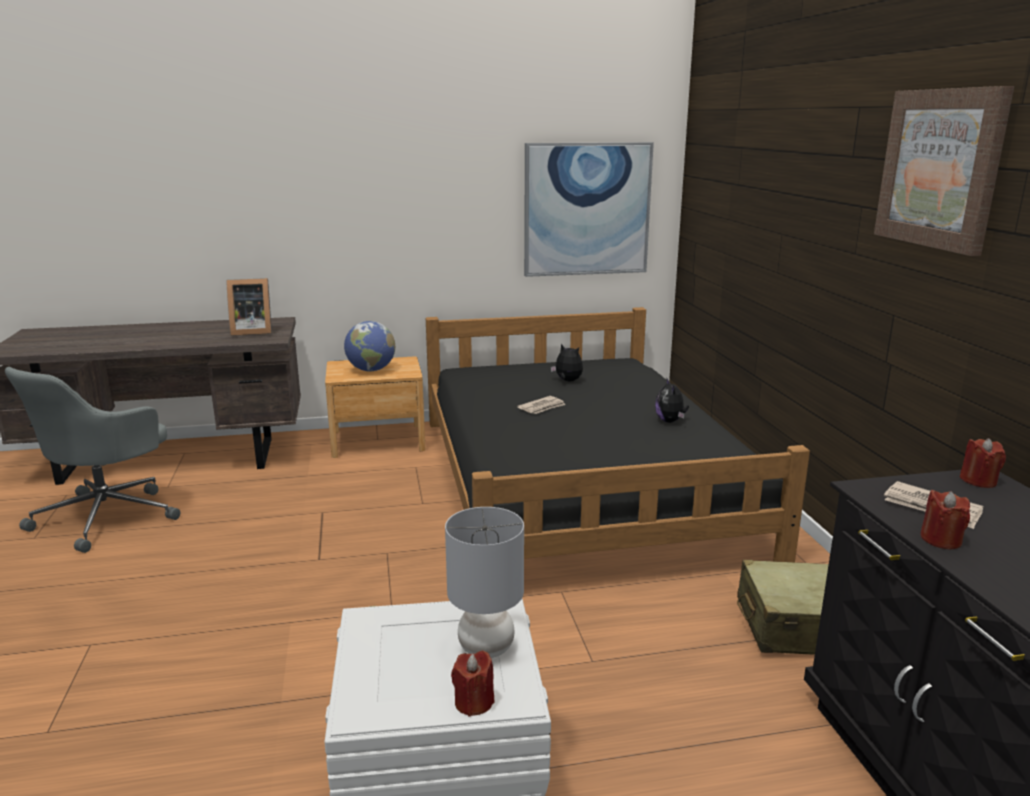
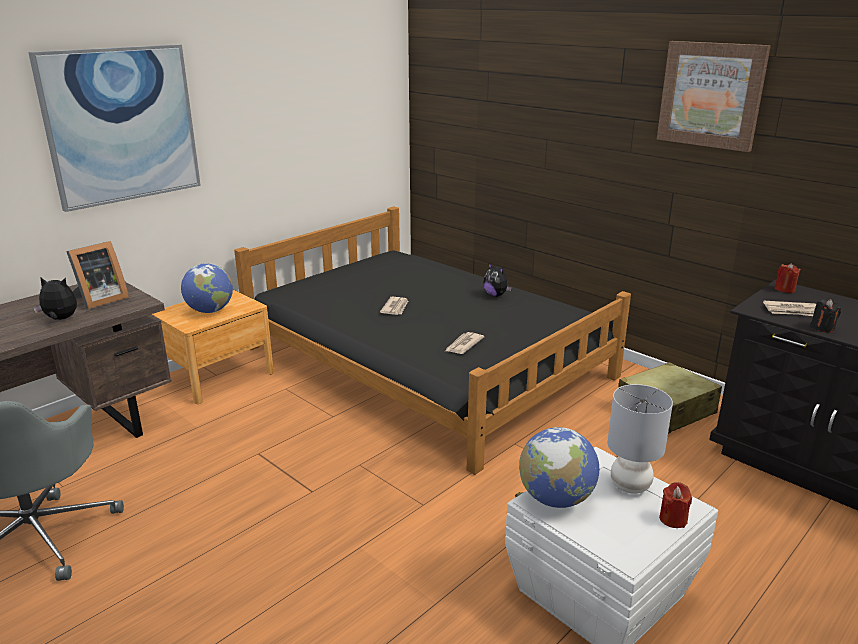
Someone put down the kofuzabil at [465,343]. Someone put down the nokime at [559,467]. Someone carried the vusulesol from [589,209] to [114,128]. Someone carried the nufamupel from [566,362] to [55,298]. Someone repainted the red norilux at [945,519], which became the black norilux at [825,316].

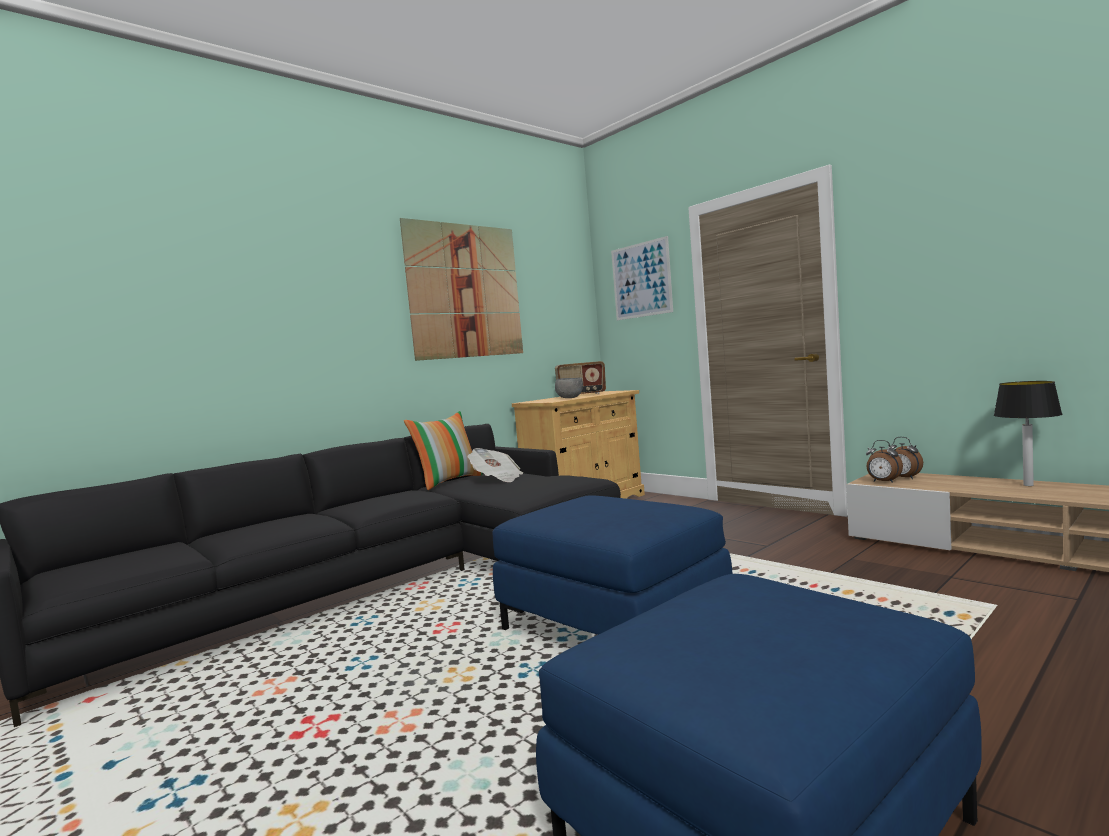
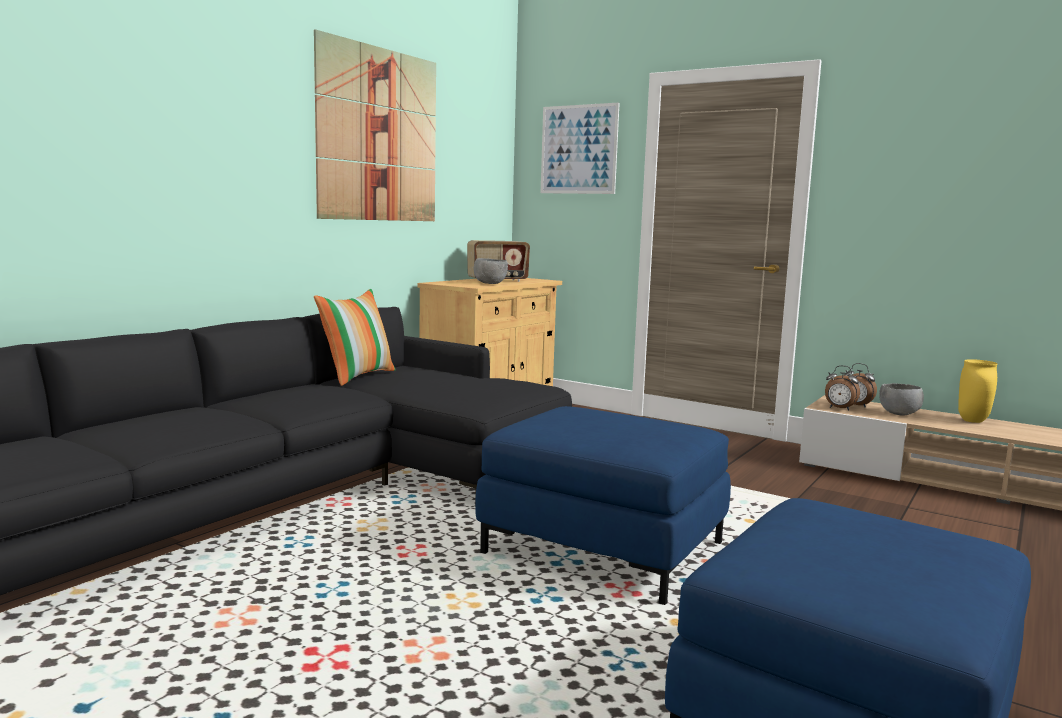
Someone took away the kofuzabil at [495,465]. Someone put down the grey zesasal at [901,399]. Someone swapped the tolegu at [1028,433] for the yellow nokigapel at [977,391].

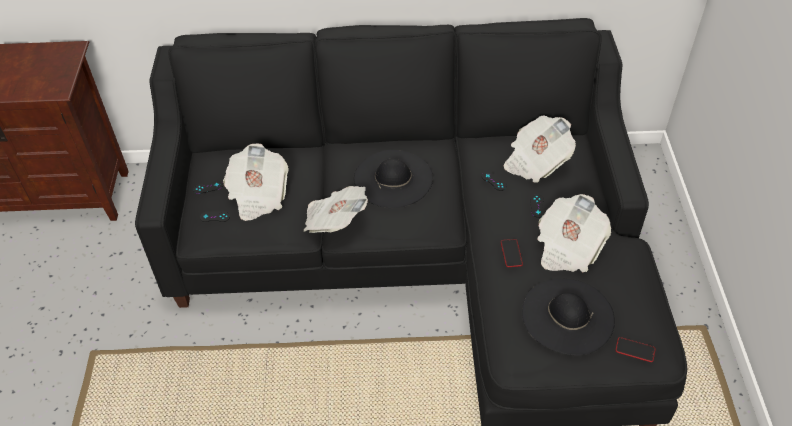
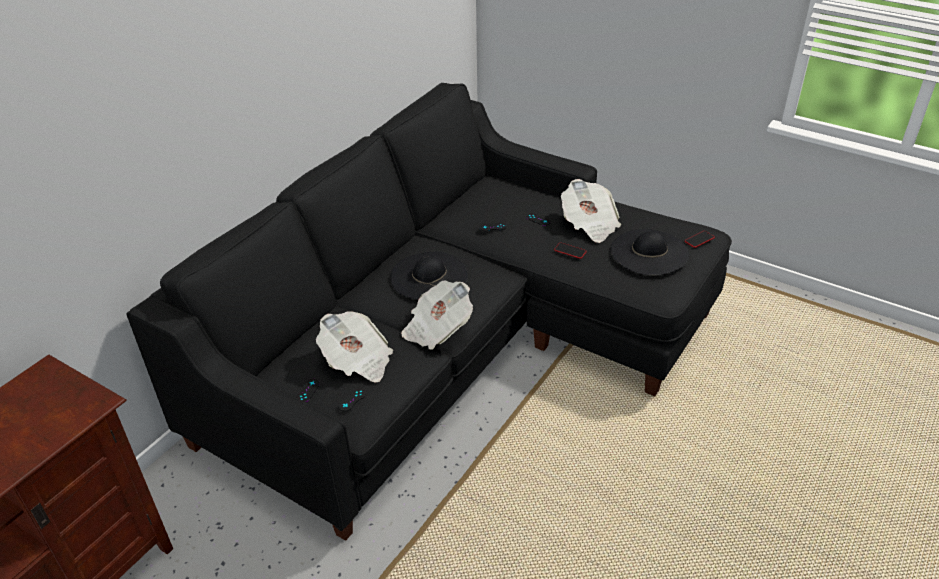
Someone took away the kofuzabil at [540,149].

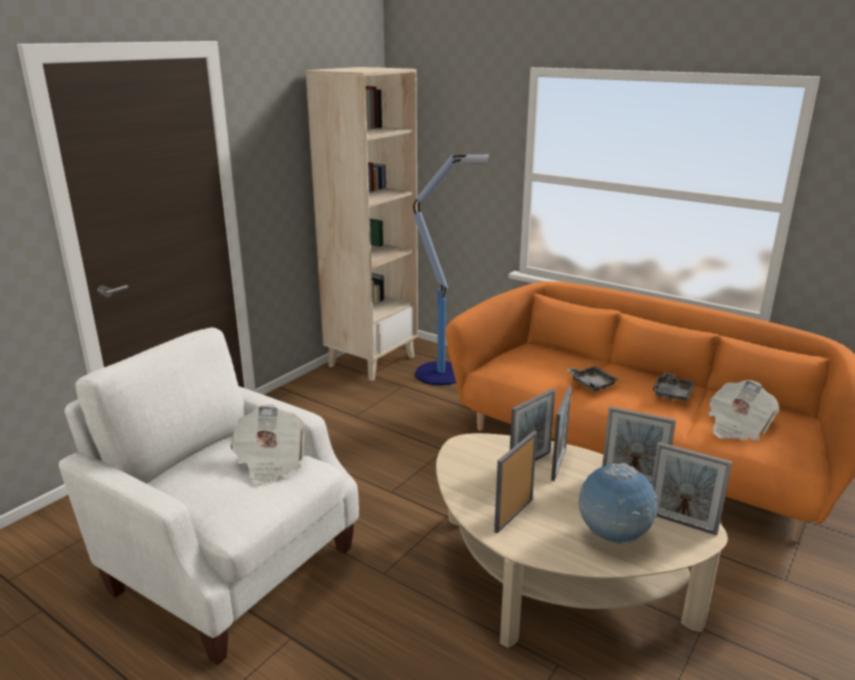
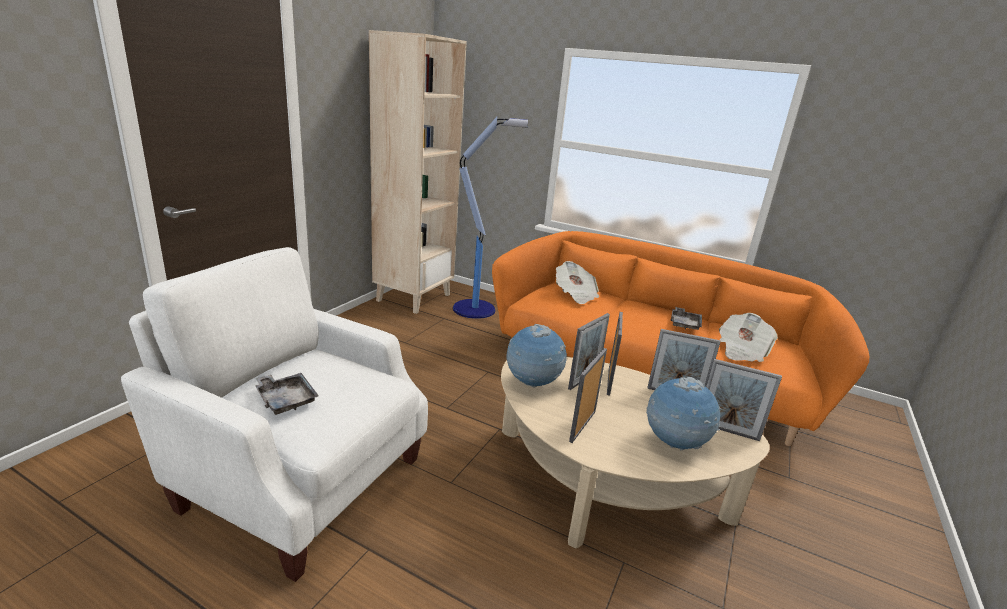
Someone put down the nokime at [537,356]. Someone carried the kofuzabil from [267,444] to [577,282]. Someone carried the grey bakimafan from [592,379] to [287,394].

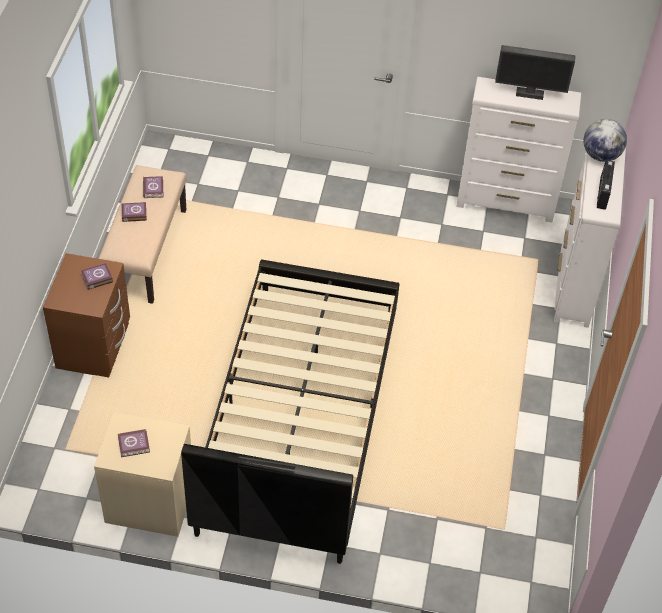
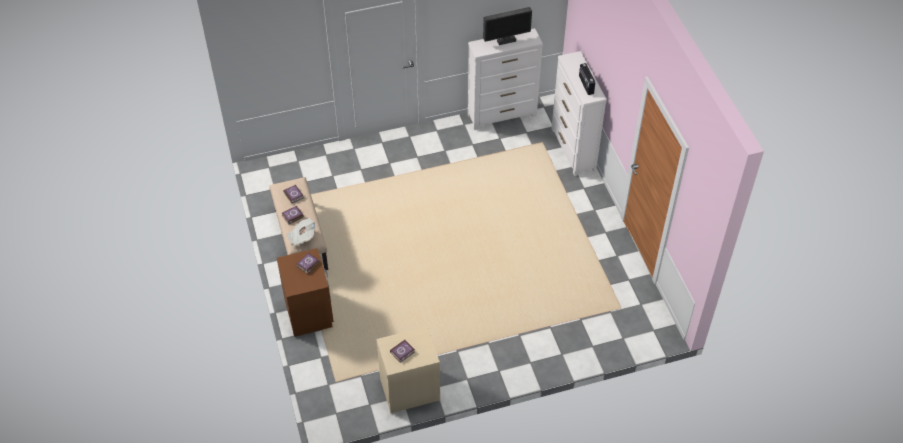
Someone took away the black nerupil at [290,411]. Someone took away the nokime at [605,140]. Someone put down the kofuzabil at [301,232].

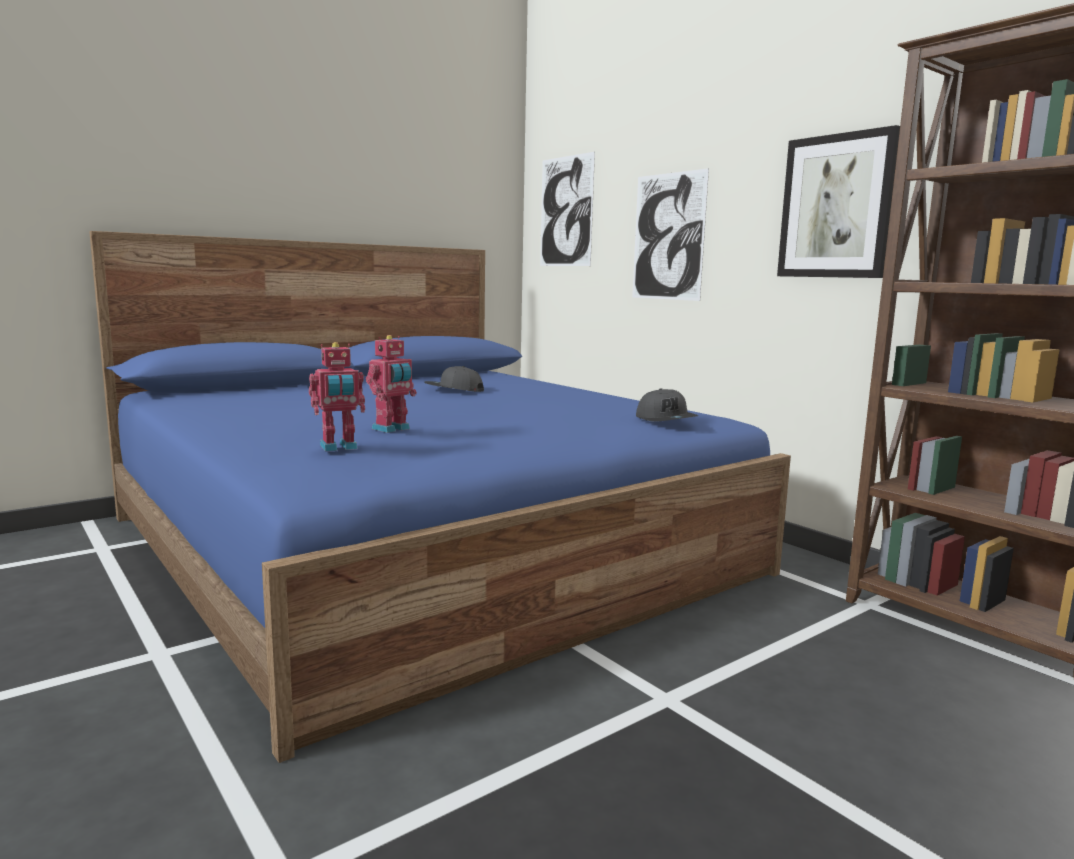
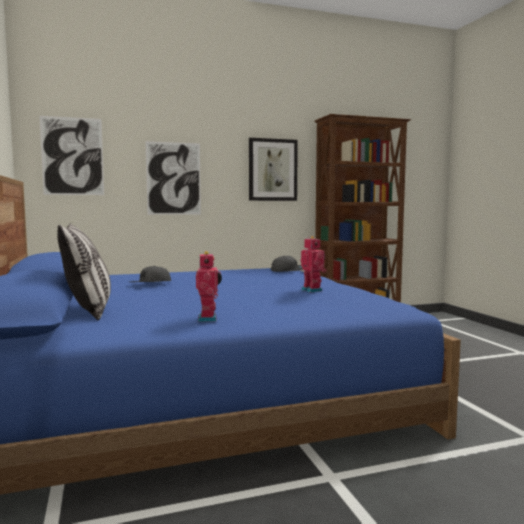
Someone put down the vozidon at [84,271]. Someone carried the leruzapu from [337,397] to [209,286].

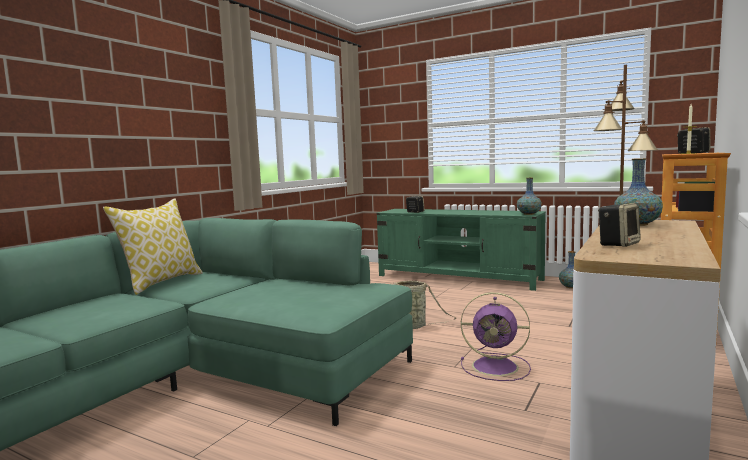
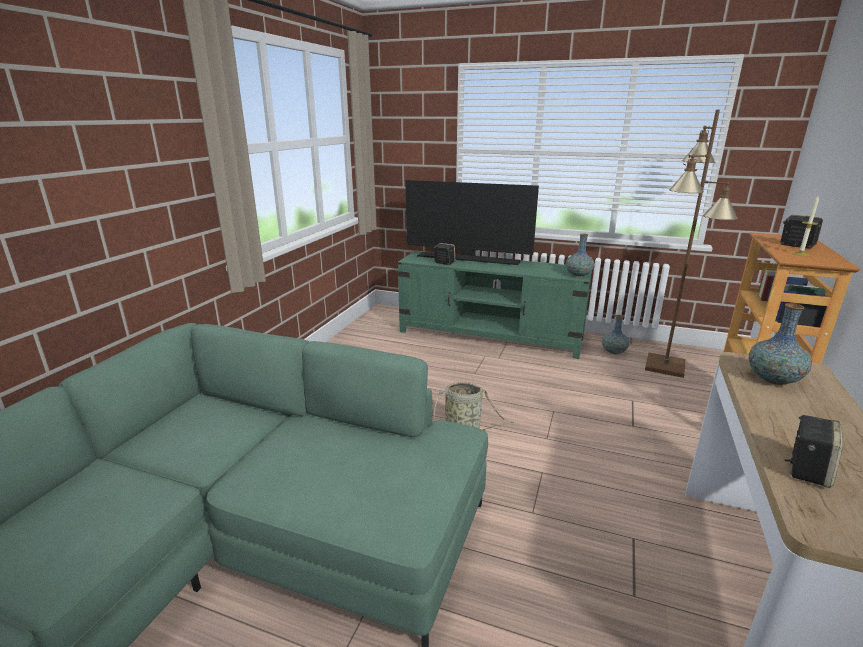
Someone took away the vozidon at [153,246]. Someone took away the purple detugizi at [496,336]. Someone put down the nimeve at [472,222].

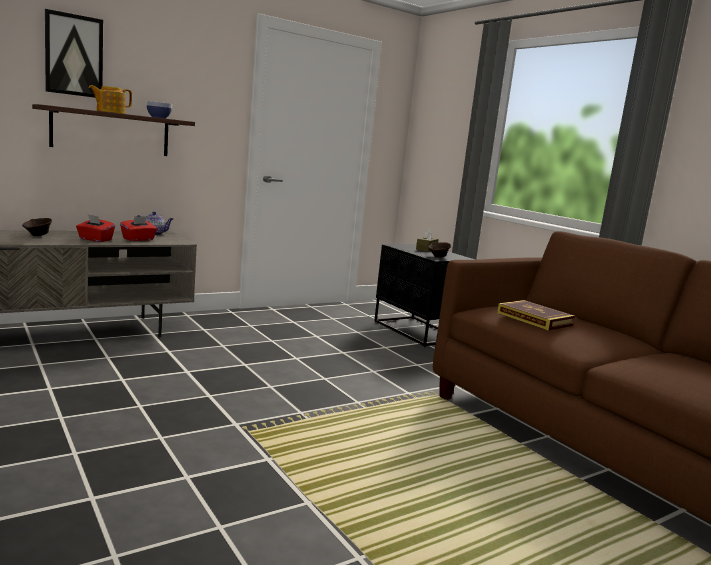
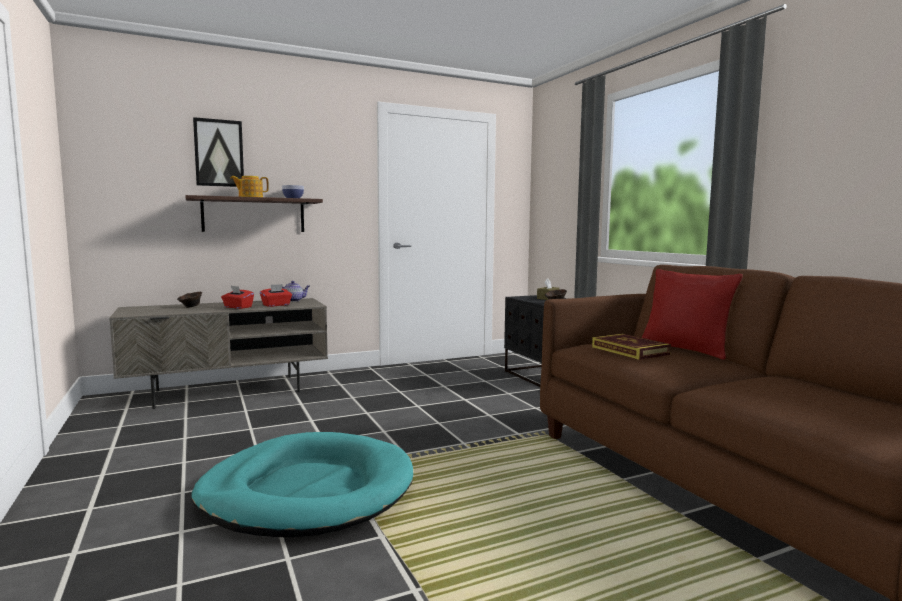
Someone put down the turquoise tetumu at [302,485]. Someone put down the red vozidon at [692,314].

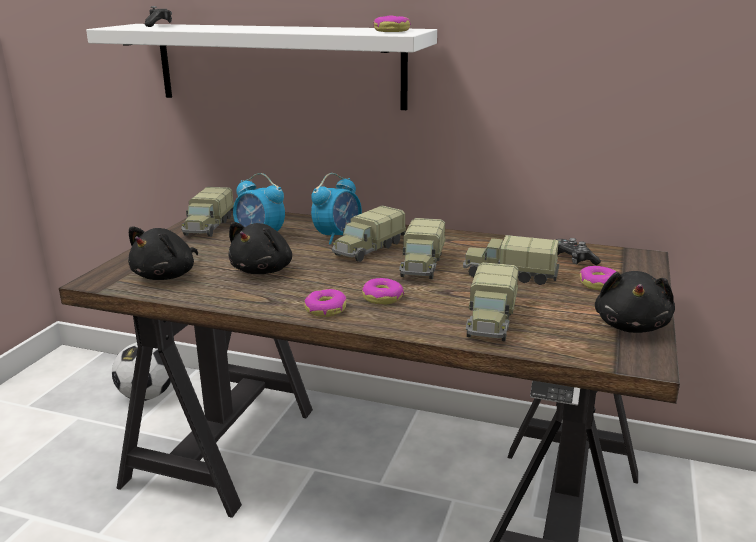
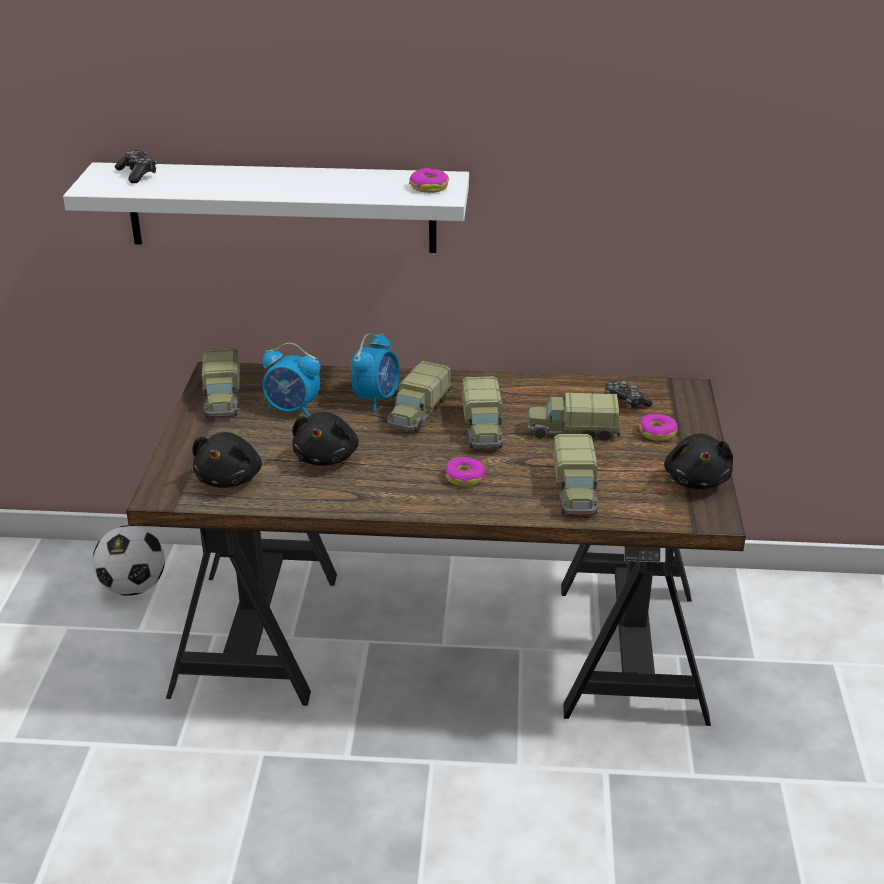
Someone took away the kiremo at [325,303].

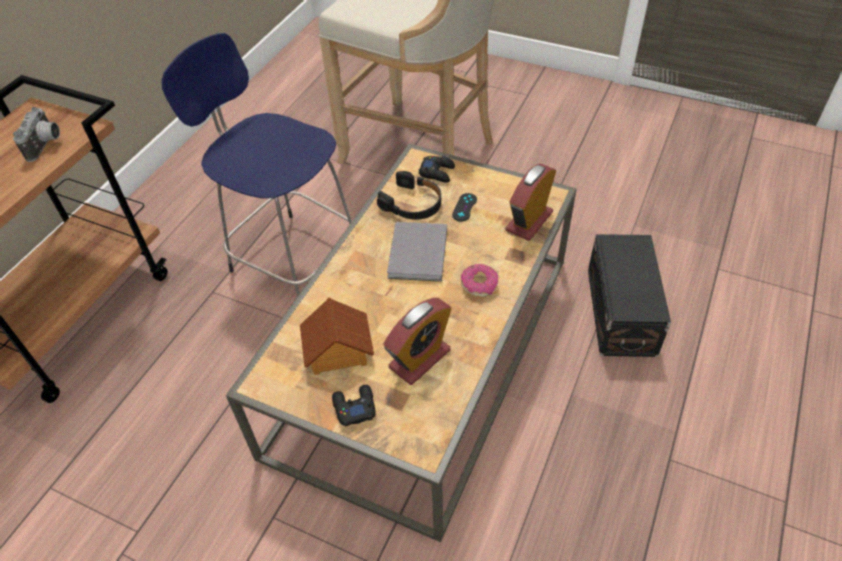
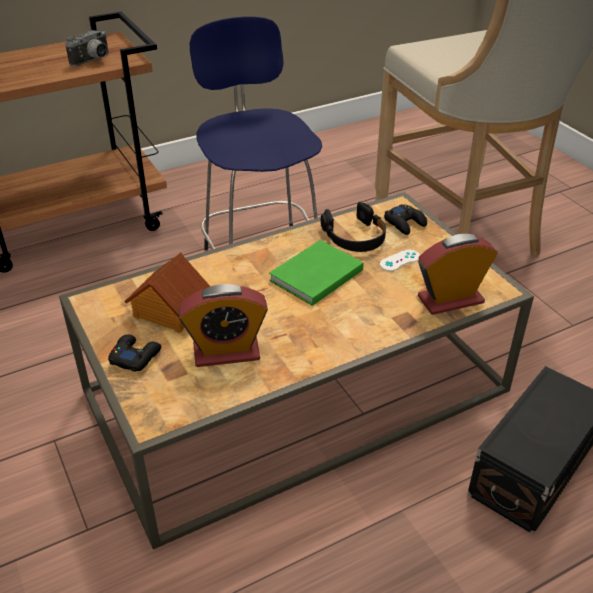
Someone took away the kiremo at [479,280]. Someone repainted the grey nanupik at [417,252], which became the green nanupik at [316,273]. Someone repainted the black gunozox at [464,207], which became the white gunozox at [400,260].

